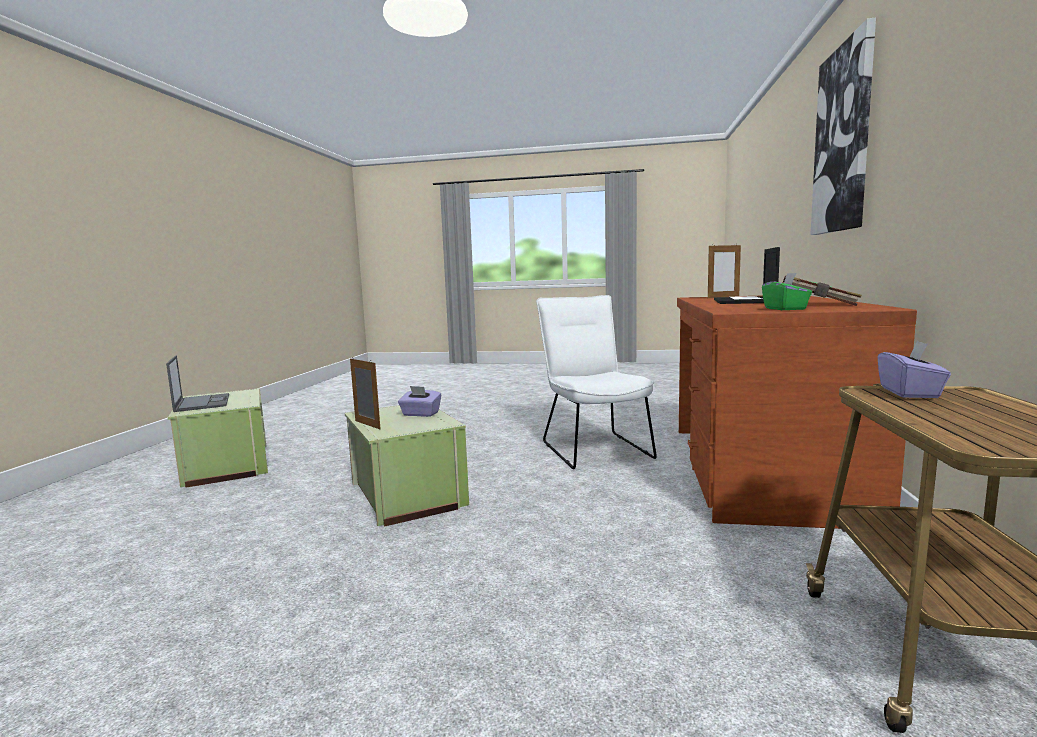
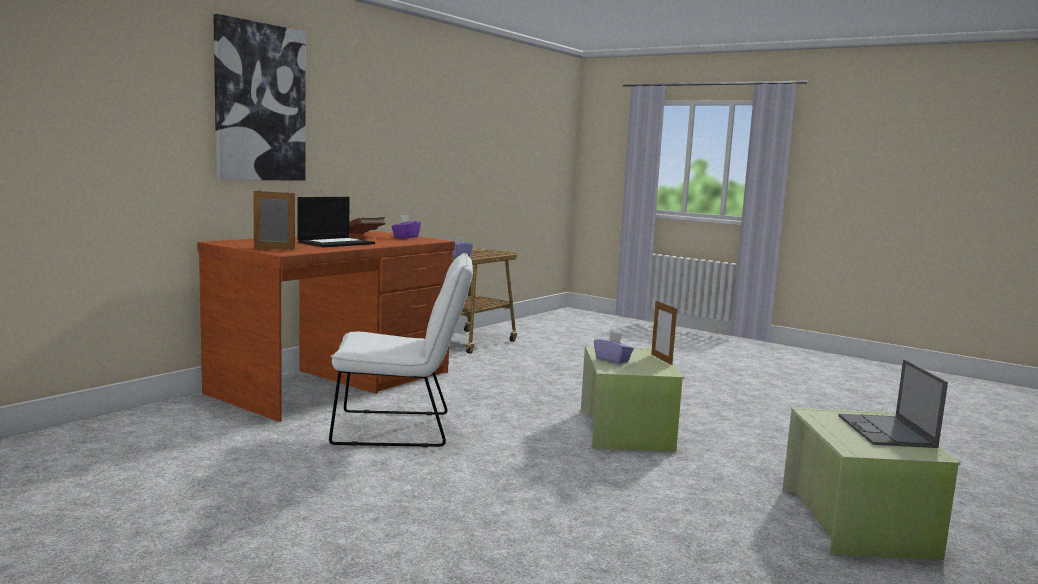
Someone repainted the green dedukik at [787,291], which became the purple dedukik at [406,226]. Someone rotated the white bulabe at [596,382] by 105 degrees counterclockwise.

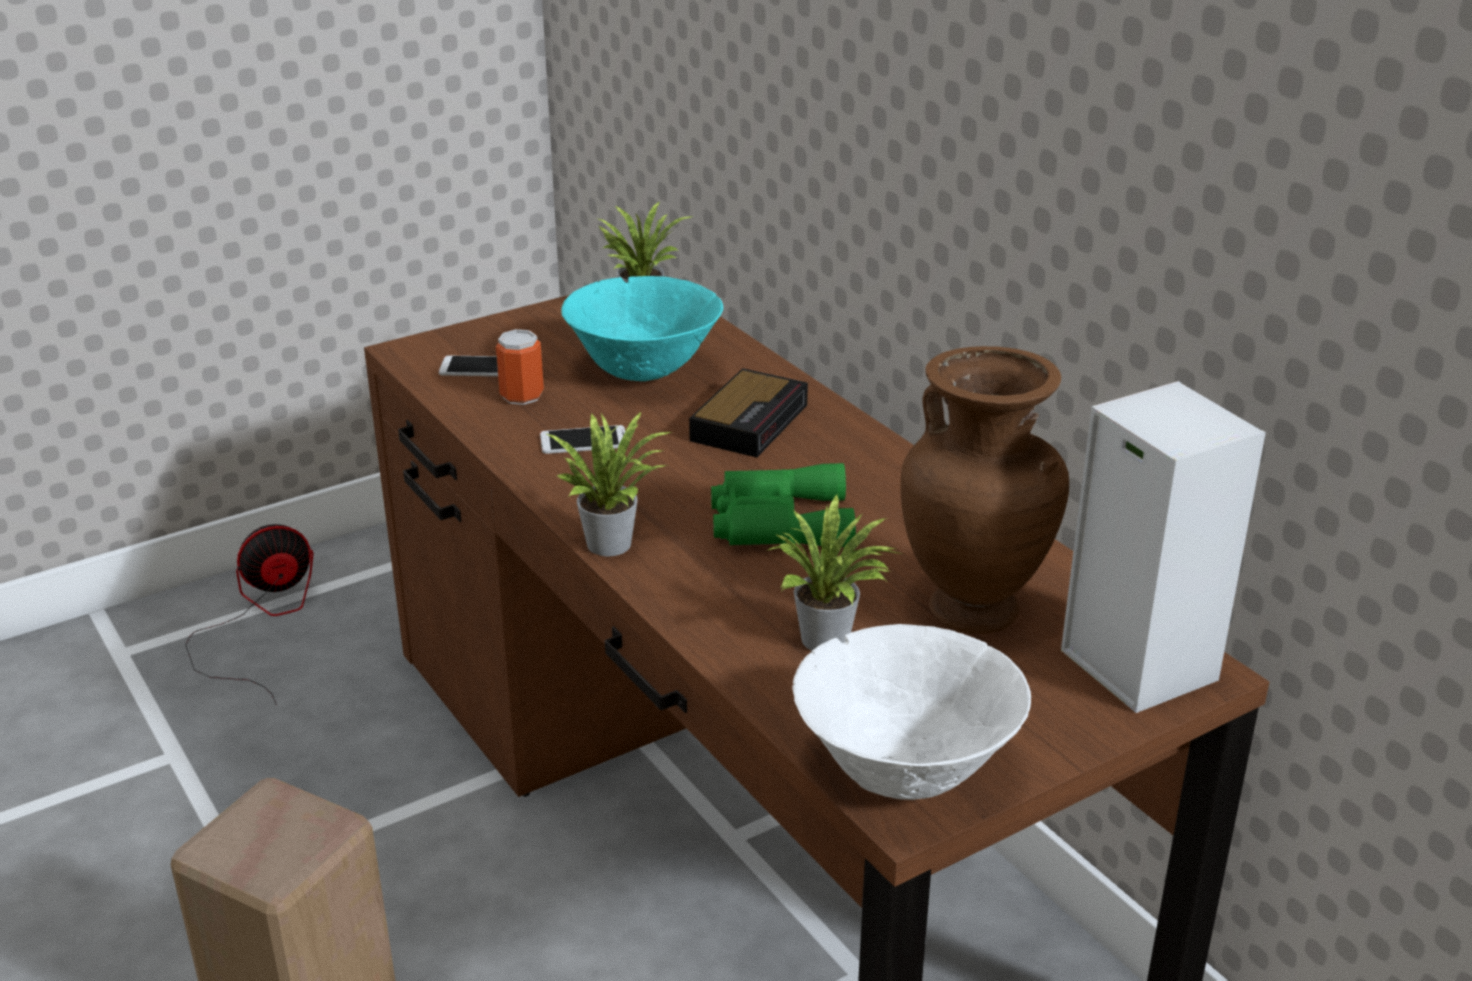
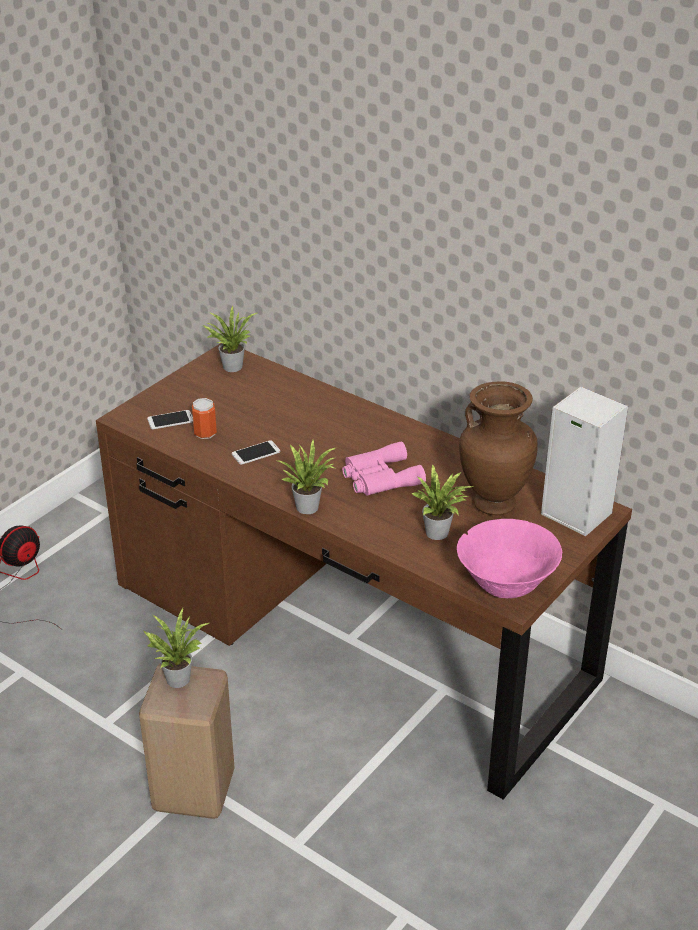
Someone took away the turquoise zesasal at [642,328]. Someone took away the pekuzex at [748,412]. Someone put down the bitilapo at [176,648]. Someone repainted the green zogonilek at [783,505], which became the pink zogonilek at [384,468]. Someone repainted the white zesasal at [911,712], which became the pink zesasal at [509,558].

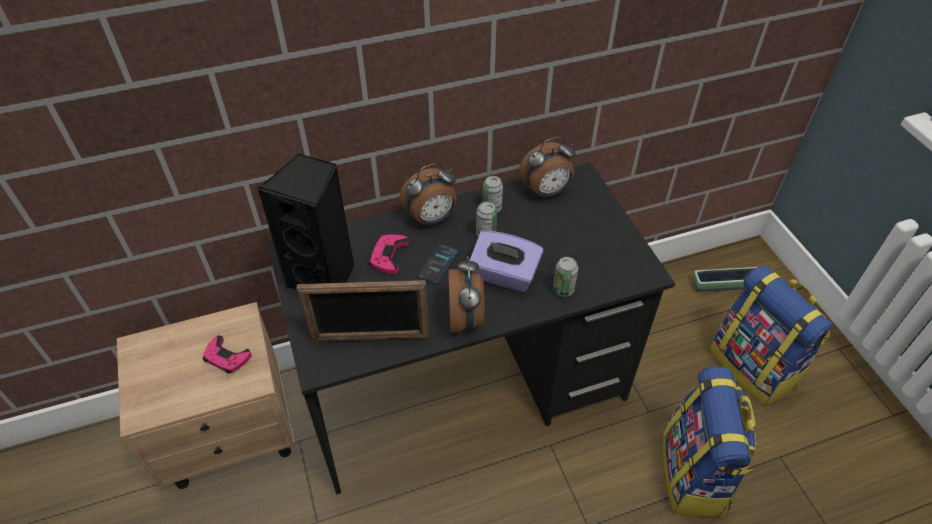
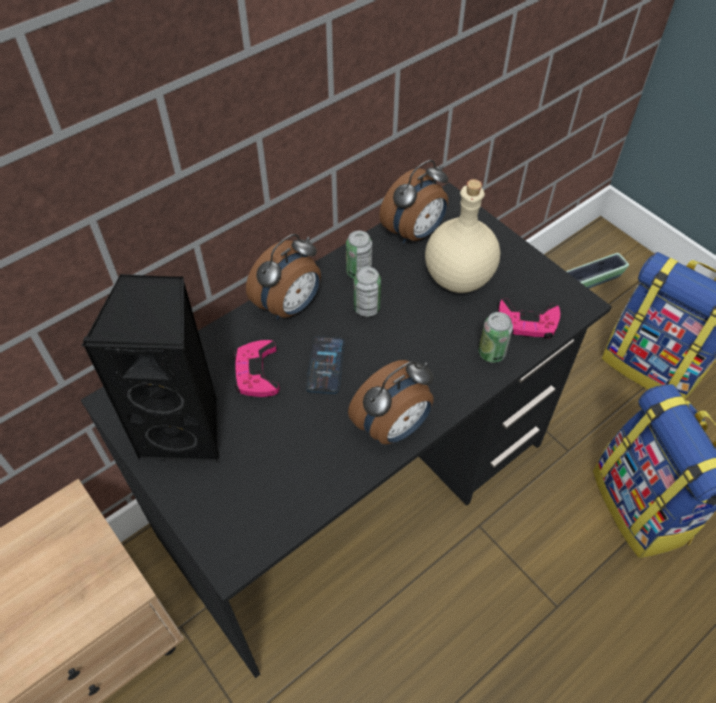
Someone took away the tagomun at [362,310]. Someone took away the purple dedukik at [506,261]. Someone put down the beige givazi at [462,236]. Someone carried the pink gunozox from [227,354] to [529,319]. Someone rotated the pekuzex at [466,294] by 75 degrees clockwise.

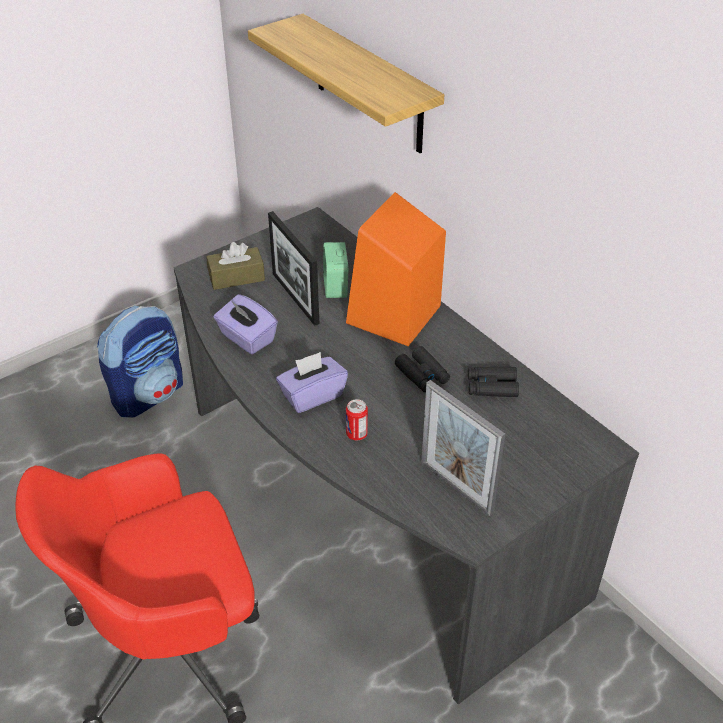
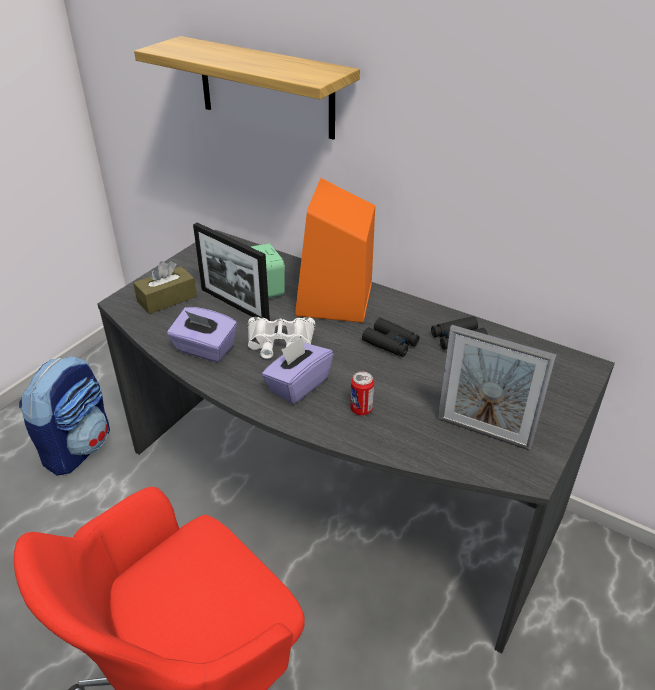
Someone put down the white zogonilek at [281,338].

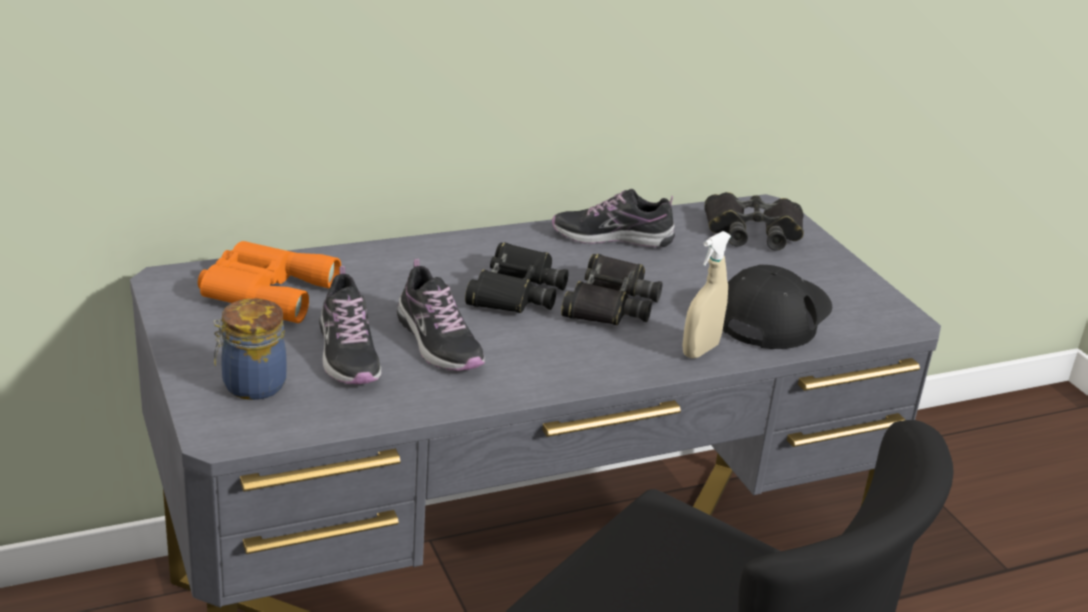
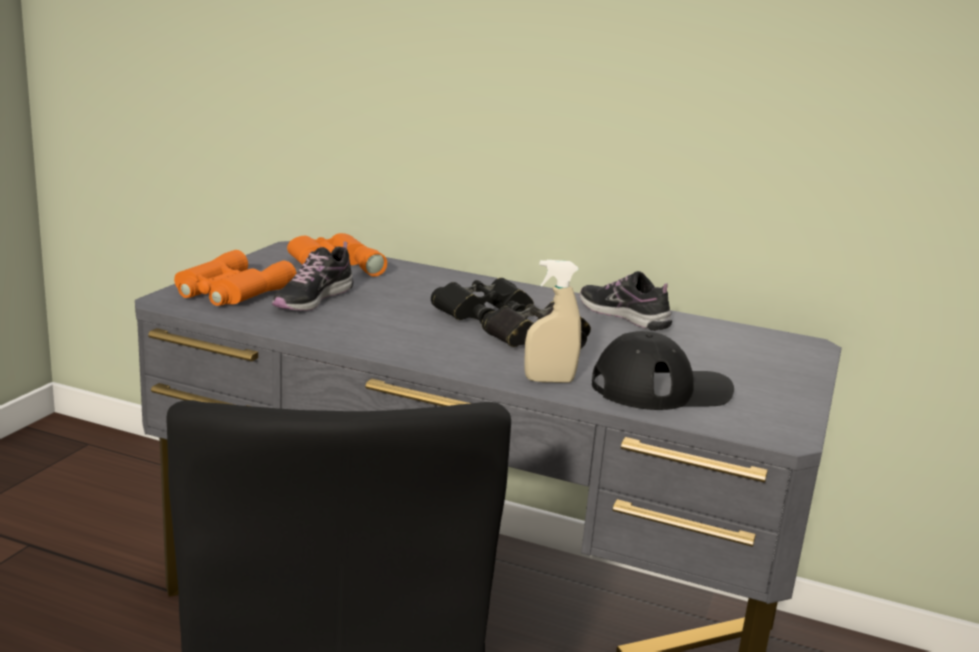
Someone took away the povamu at [441,315]. Someone took away the black zogonilek at [754,221]. Someone swapped the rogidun at [250,349] for the orange zogonilek at [235,278].

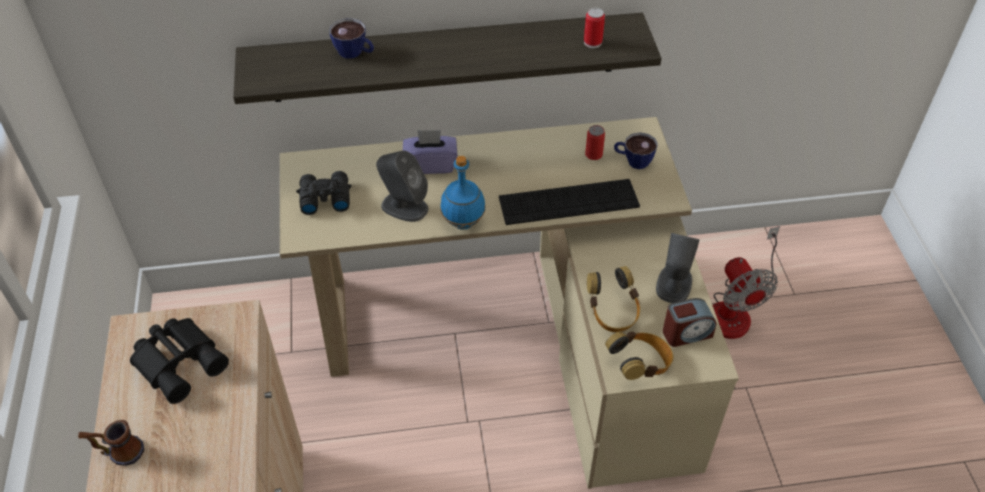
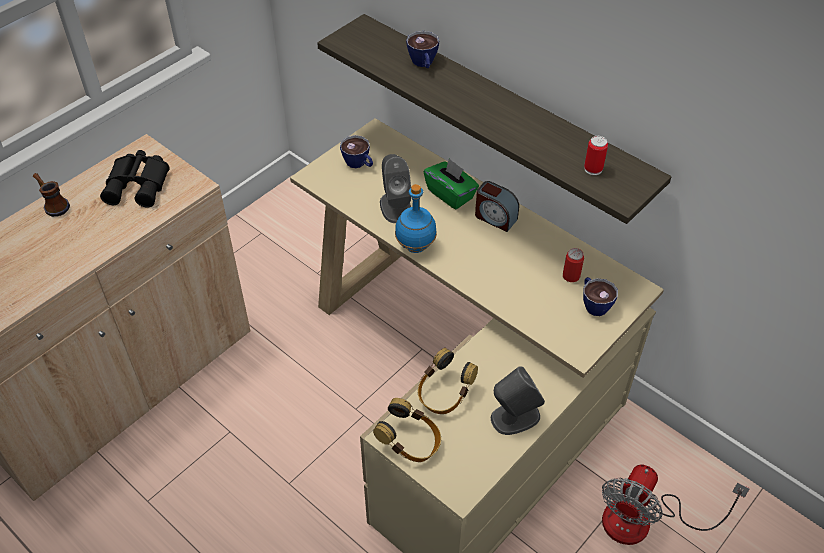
Someone took away the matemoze at [569,202]. Someone carried the pekuzex from [689,322] to [497,206]. Someone swapped the black zogonilek at [324,193] for the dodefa at [356,151]. Someone repainted the purple dedukik at [430,152], which became the green dedukik at [451,183].

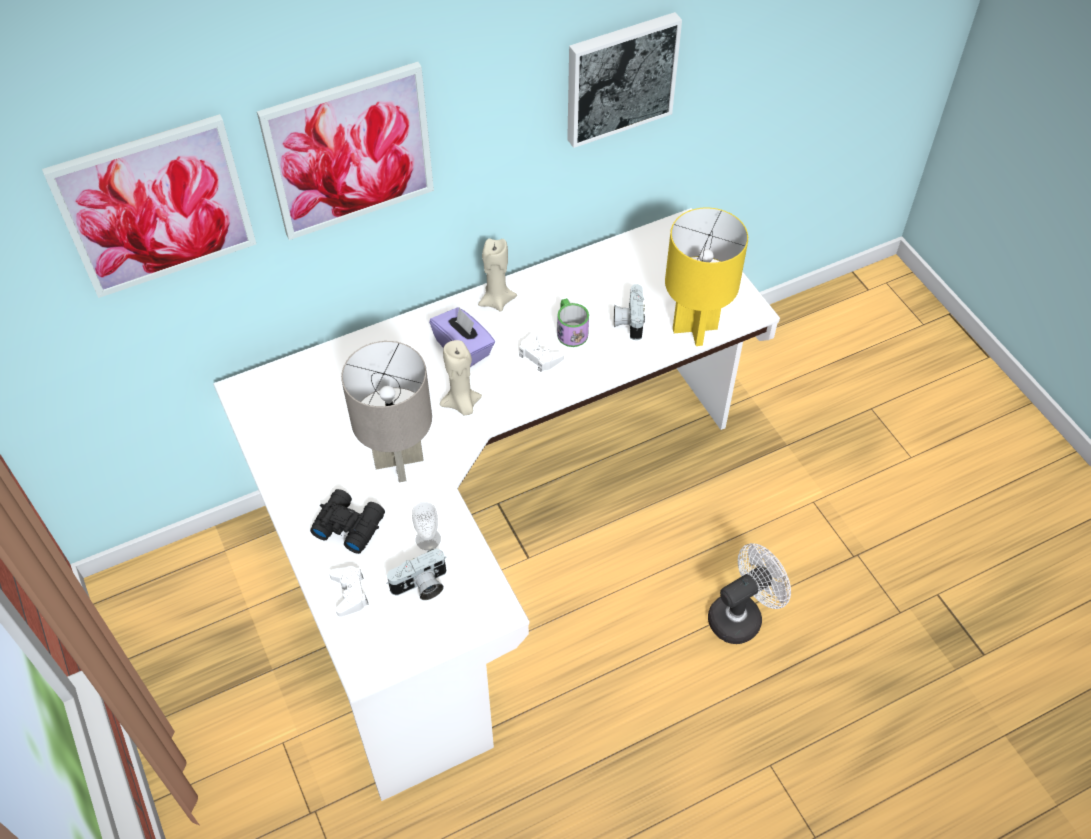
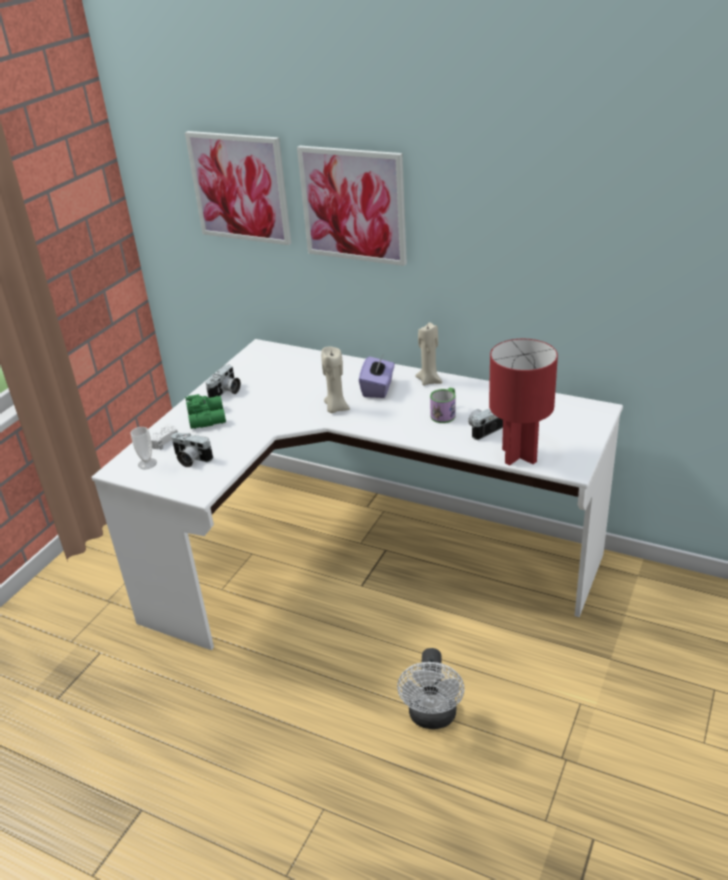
Someone took away the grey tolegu at [386,411]. Someone took away the white gunozox at [541,352]. Someone took away the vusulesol at [624,80]. Someone put down the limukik at [223,381]. Someone carried the dodefa from [426,526] to [144,448]. Someone repainted the black zogonilek at [347,521], which became the green zogonilek at [205,411]. Someone repainted the yellow tolegu at [706,277], which became the red tolegu at [523,402]. Someone rotated the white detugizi at [749,593] by 75 degrees clockwise.

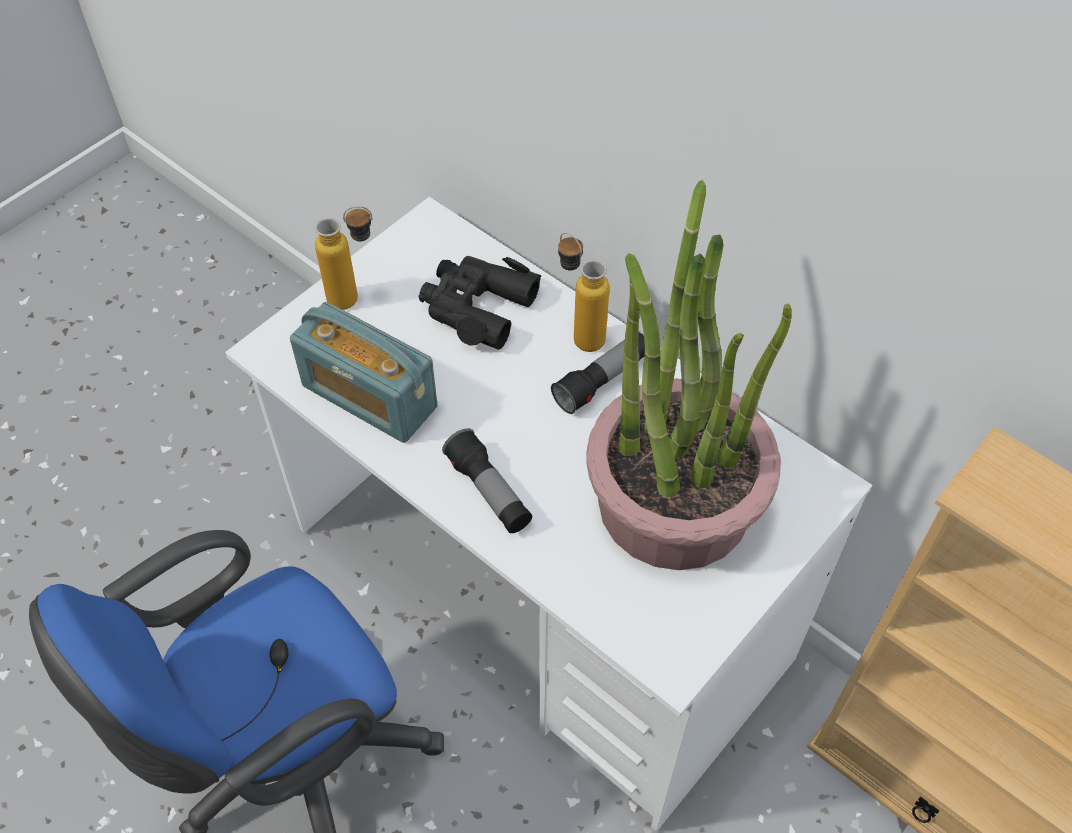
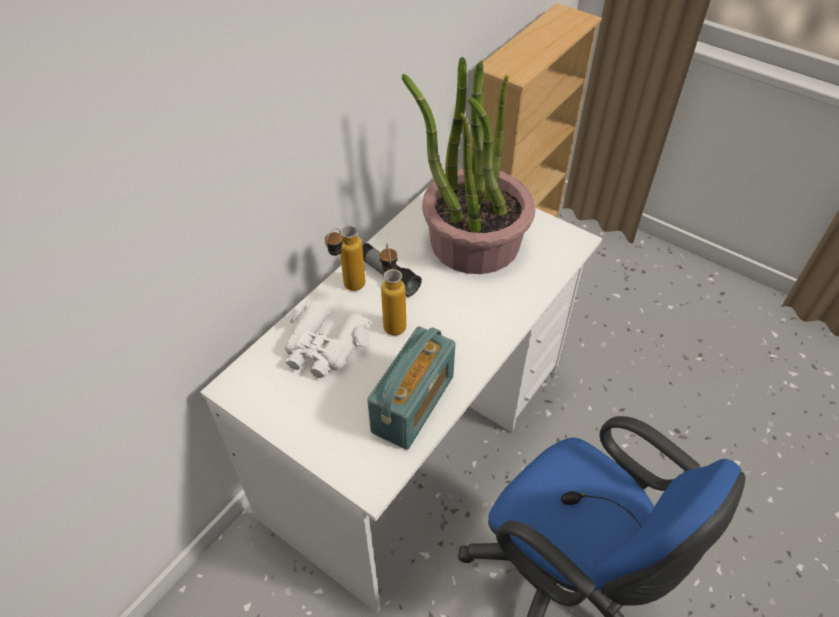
Someone took away the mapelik at [487,480]. Someone carried the givazi from [344,258] to [393,289]. Someone repainted the black zogonilek at [479,303], which became the white zogonilek at [328,339].

